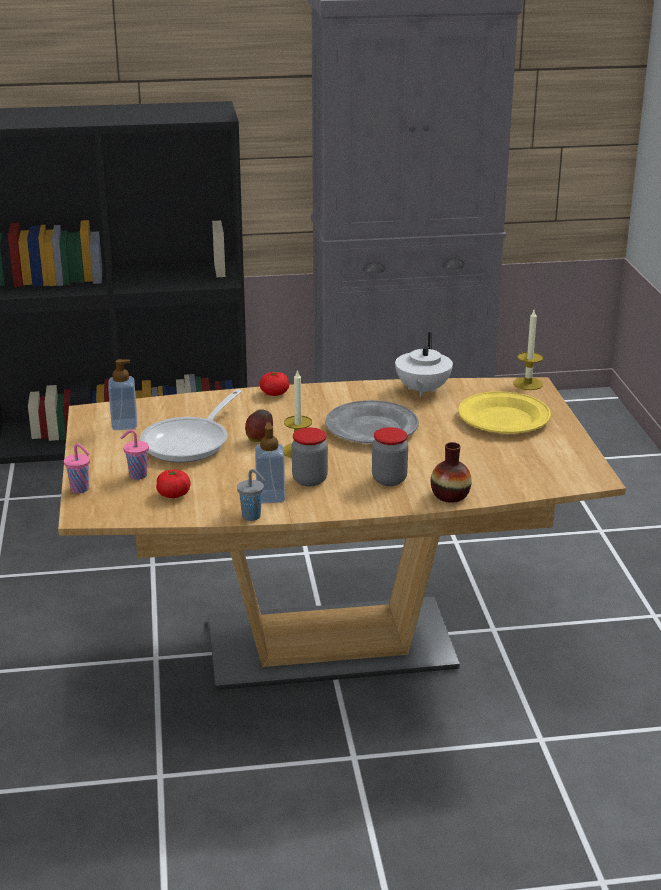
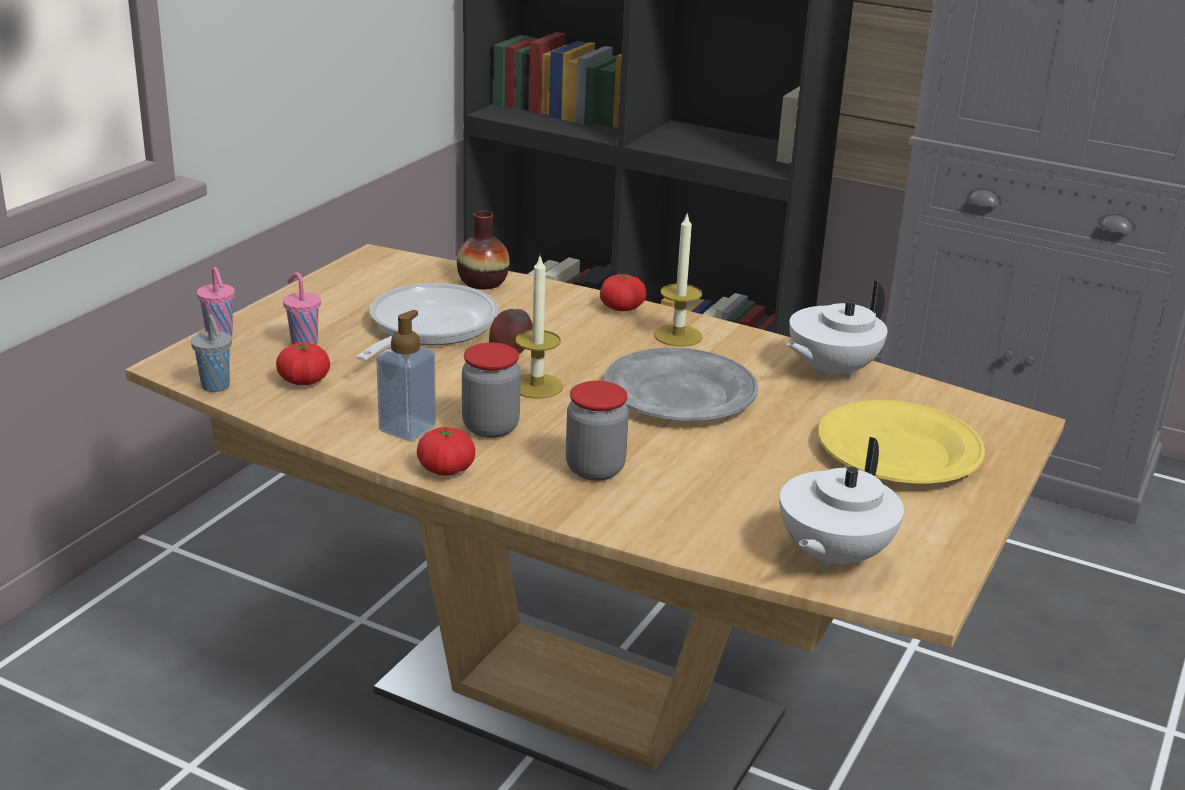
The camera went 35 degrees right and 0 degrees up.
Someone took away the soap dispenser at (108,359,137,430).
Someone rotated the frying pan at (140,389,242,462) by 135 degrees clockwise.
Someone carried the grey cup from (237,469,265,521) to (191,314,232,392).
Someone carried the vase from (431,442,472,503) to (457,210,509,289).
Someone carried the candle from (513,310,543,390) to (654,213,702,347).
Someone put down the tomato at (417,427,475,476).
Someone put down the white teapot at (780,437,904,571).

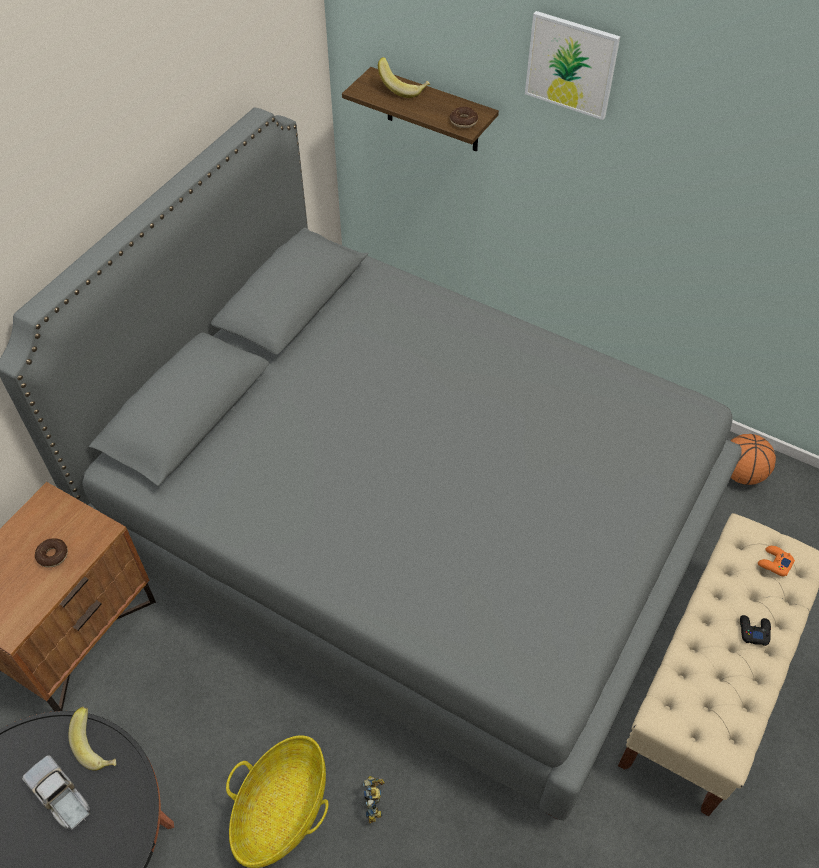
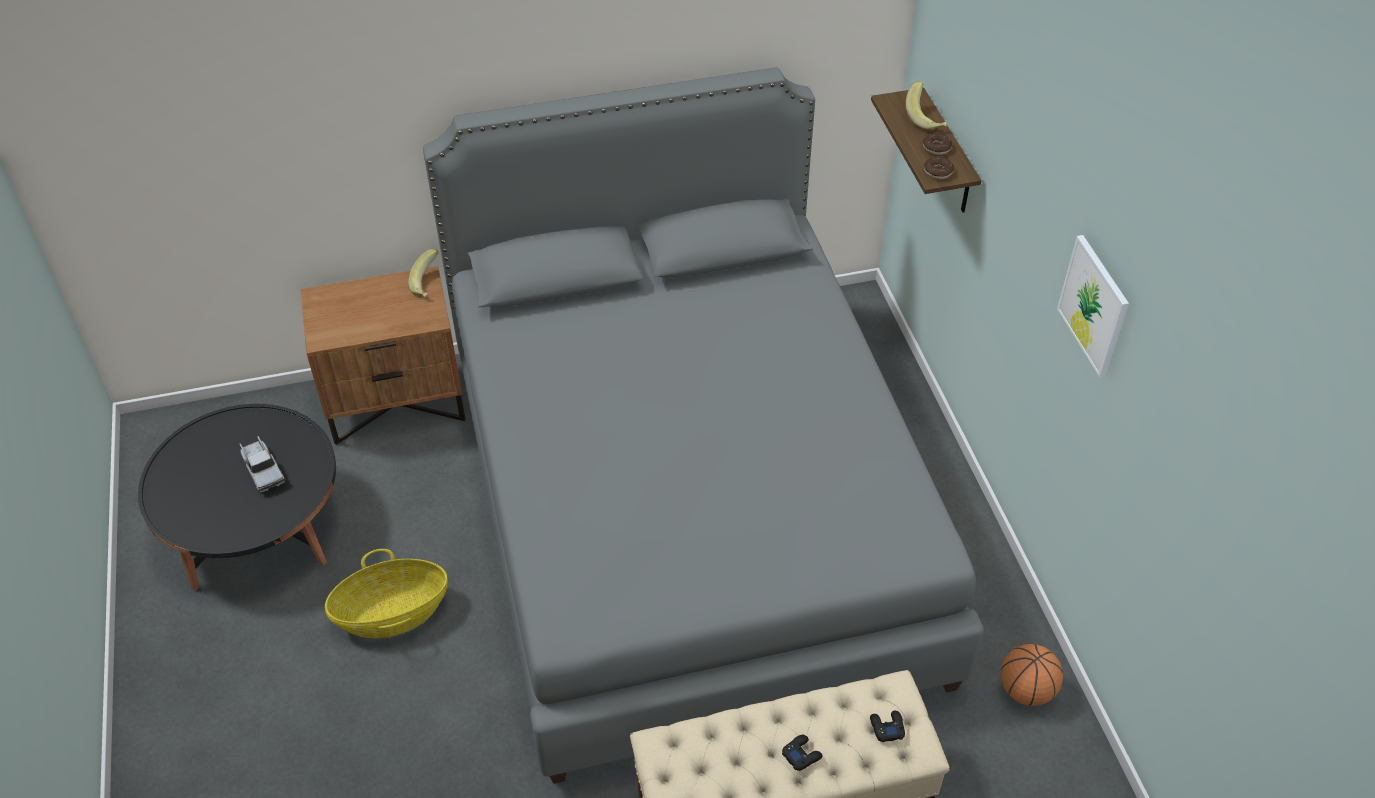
The camera went 45 degrees right and 5 degrees down.
Someone rotated the toy truck at (22,755,91,831) by 150 degrees clockwise.
Someone carried the donut from (35,538,68,568) to (923,133,952,155).
Someone carried the banana from (68,707,116,771) to (408,249,439,297).
Someone took away the toy robot at (363,776,385,823).
Someone carried the picture from (525,11,620,120) to (1057,235,1129,377).
Someone repainted the orange game controller at (758,546,795,576), which became the black game controller at (870,711,905,742).

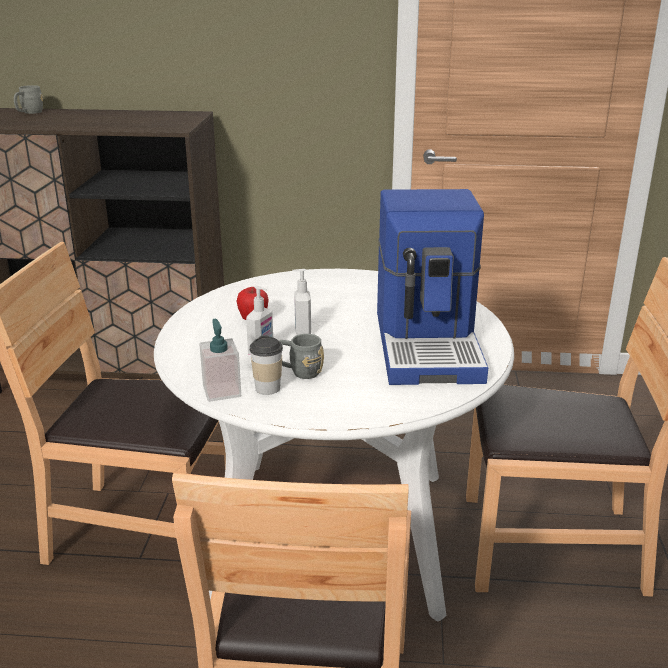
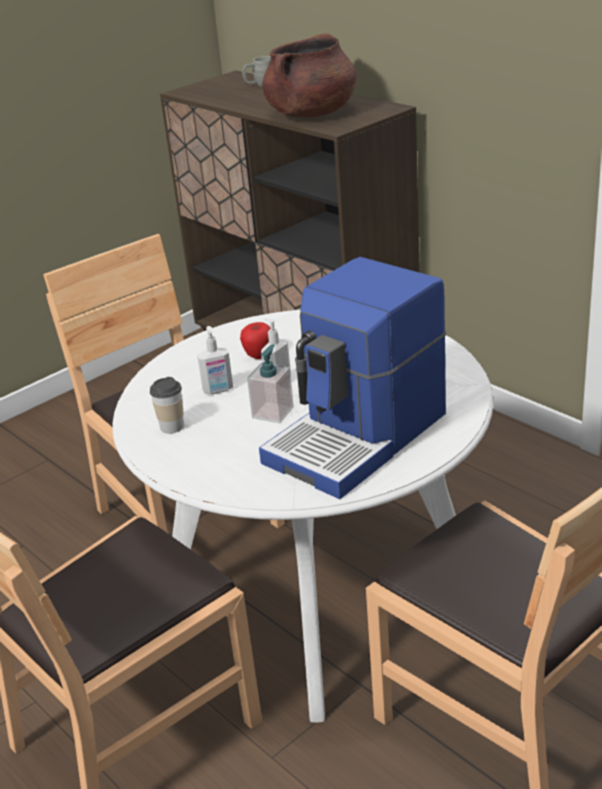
The camera went 45 degrees right and 5 degrees up.
Someone carried the soap dispenser from (199,319,241,402) to (247,344,294,423).
Someone took away the grey mug at (279,334,324,379).
Someone put down the brown cooking pot at (262,33,356,118).

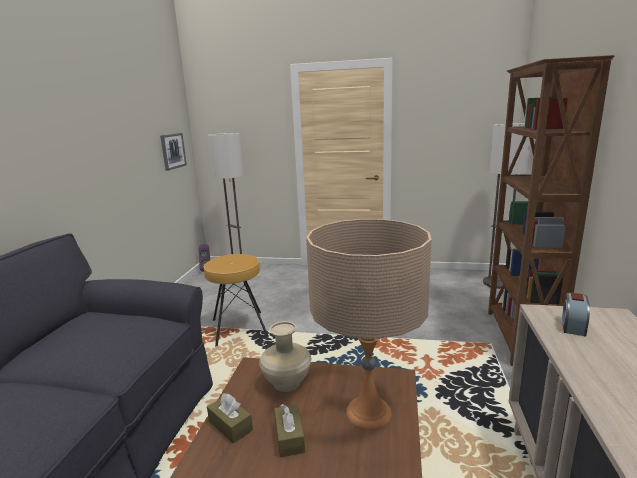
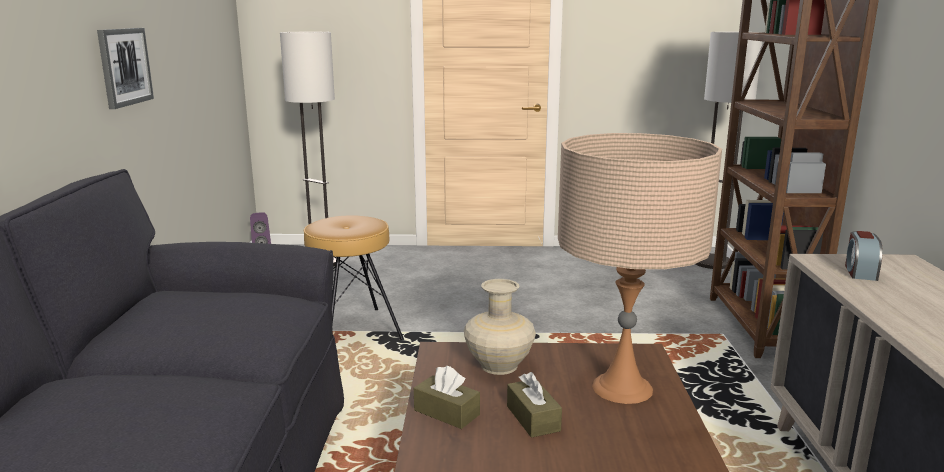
The camera went 10 degrees left and 0 degrees up.
Someone carried the picture from (160,133,187,171) to (97,28,154,109).

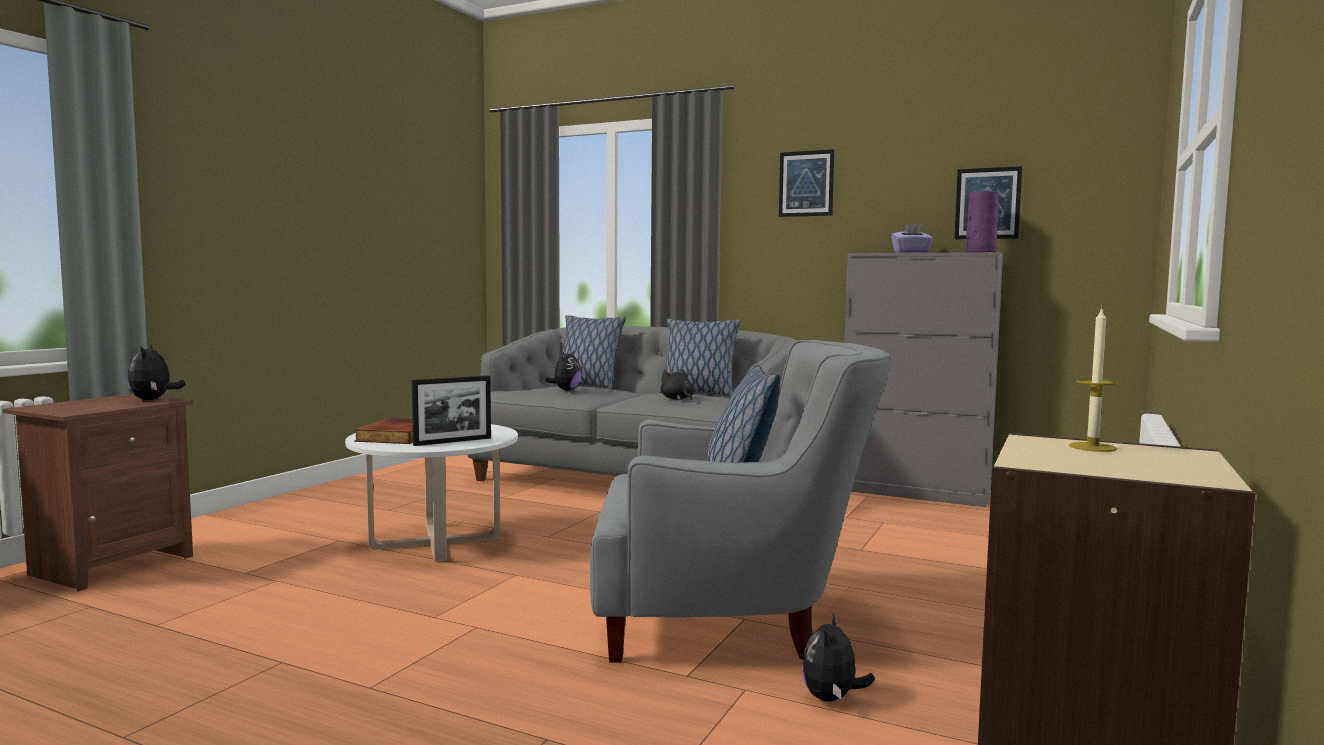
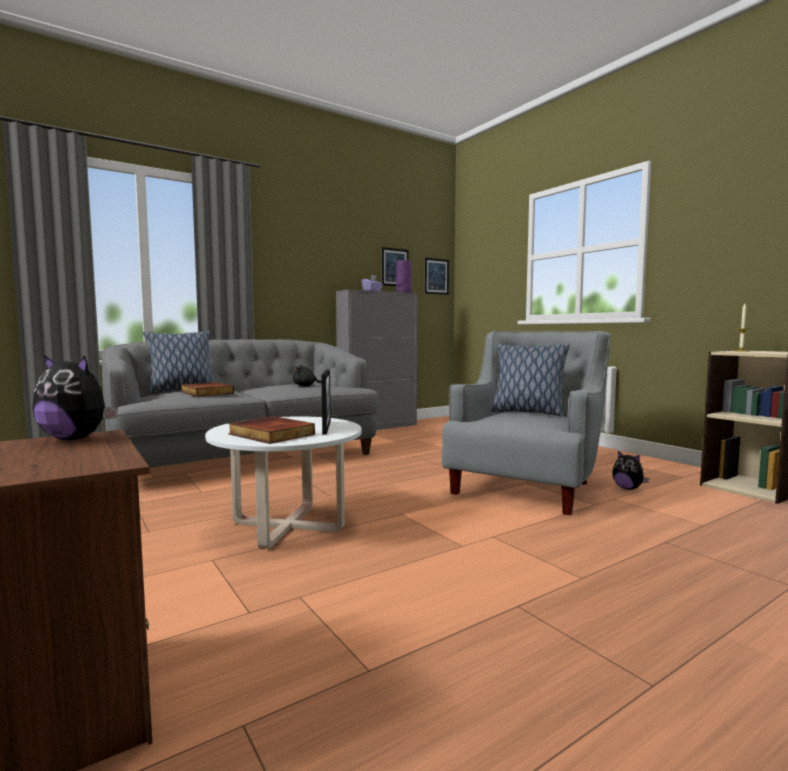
The camera went 60 degrees left and 0 degrees up.
Someone swapped the plush toy at (545,351,582,391) for the book at (181,382,234,397).
Someone took away the pillow at (659,319,740,396).
Someone carried the picture from (779,149,834,217) to (425,258,449,295).

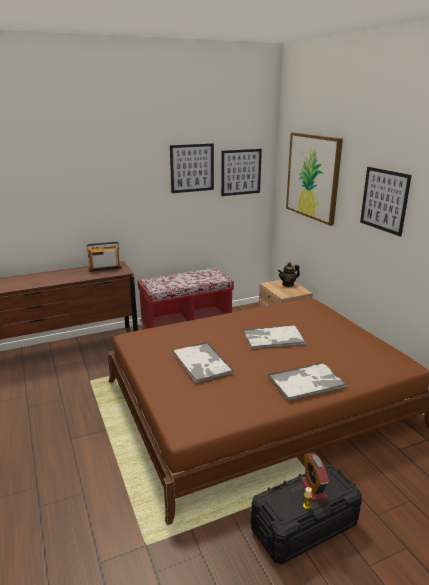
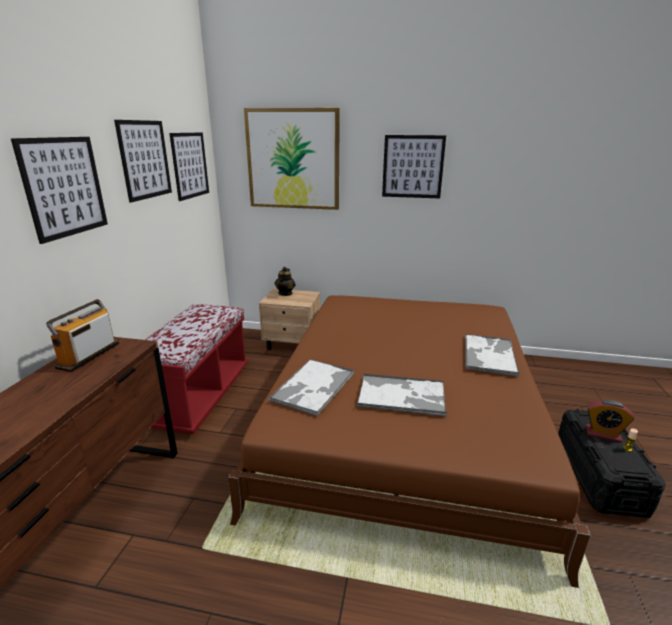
The camera went 55 degrees left and 0 degrees up.
Someone carried the tray from (243,325,307,349) to (269,359,354,416).
Someone put up the picture at (11,137,108,244).

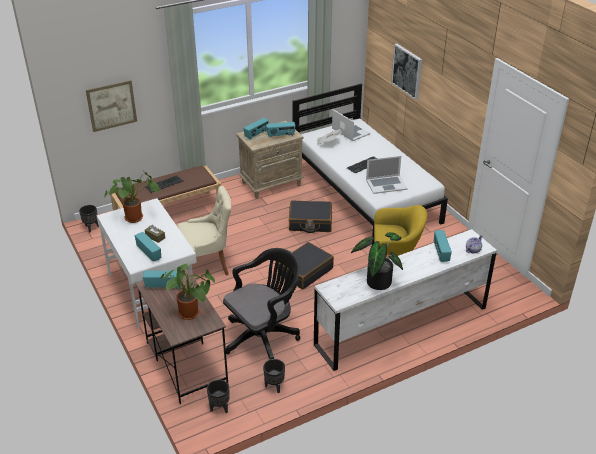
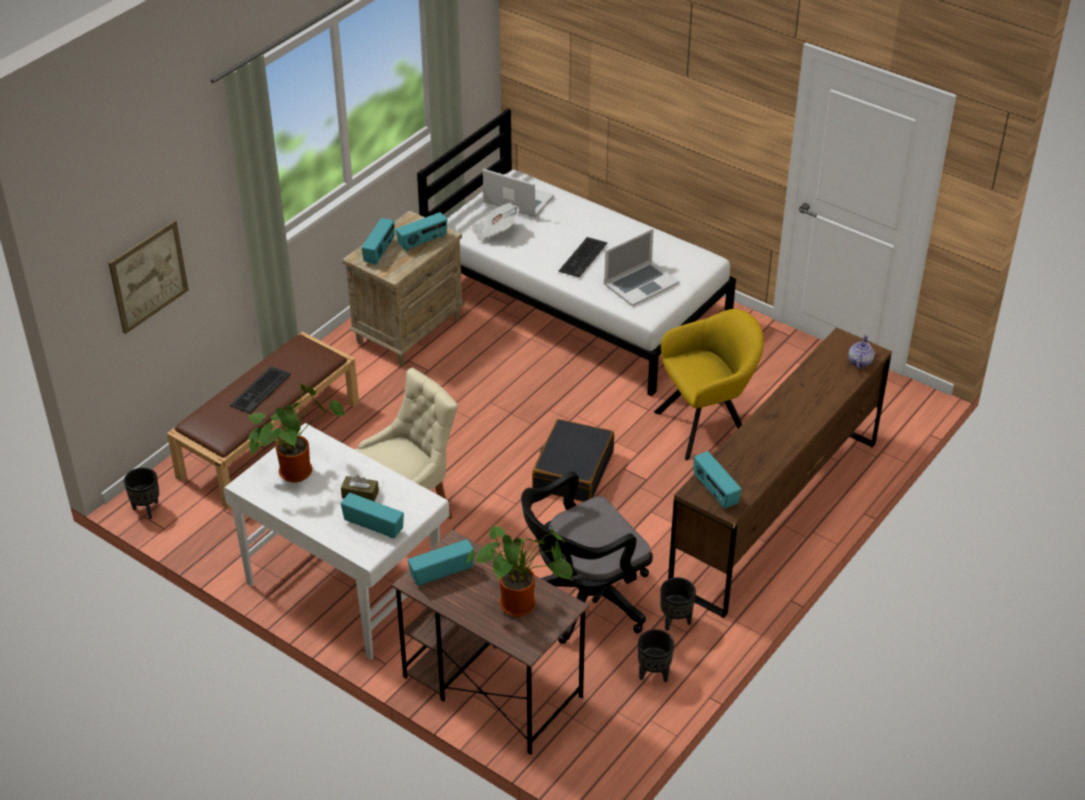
The camera went 25 degrees left and 5 degrees up.
Someone carried the black planter from (207,380,229,413) to (661,577,696,631).
Someone rotated the black office chair at (223,248,300,359) by 150 degrees counterclockwise.
Someone took away the black suitcase at (289,200,332,233).
Someone repainted the white dresser at (314,229,497,371), which became the brown dresser at (668,328,892,618).
Someone took away the potted plant at (351,232,403,290).
Someone took away the picture at (391,44,422,100).
Someone carried the radio from (434,230,452,262) to (694,451,742,509).

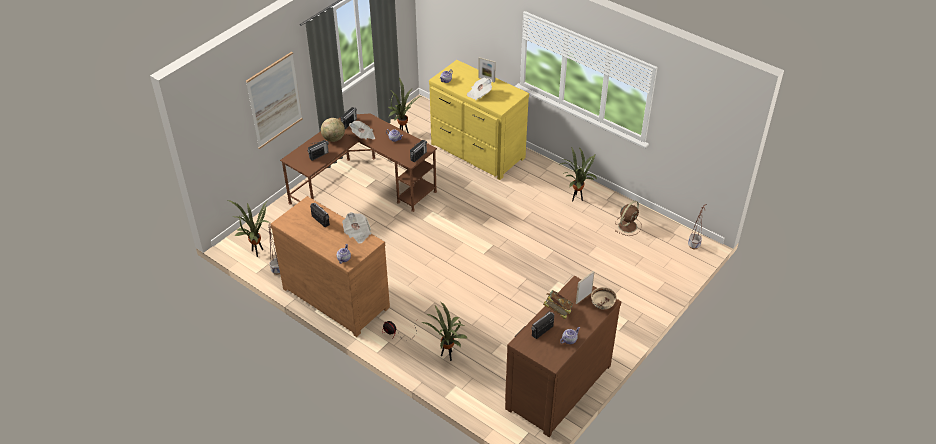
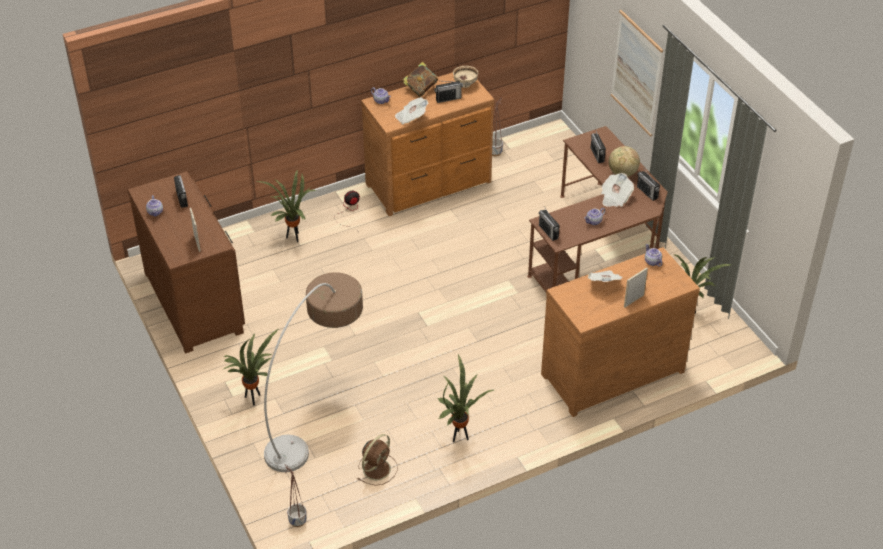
The camera went 115 degrees right and 0 degrees up.
Someone carried the potted plant from (228,200,270,257) to (224,329,278,406).
Someone repainted the yellow dresser at (429,60,529,180), which became the brown dresser at (541,247,700,417).
Someone carried the book from (543,290,573,319) to (403,62,438,97).
Someone carried the beige bowl from (591,287,617,310) to (453,66,478,88).
Someone rotated the brown fan at (615,201,642,236) by 120 degrees counterclockwise.
Someone put down the floor lamp at (264,272,363,472).

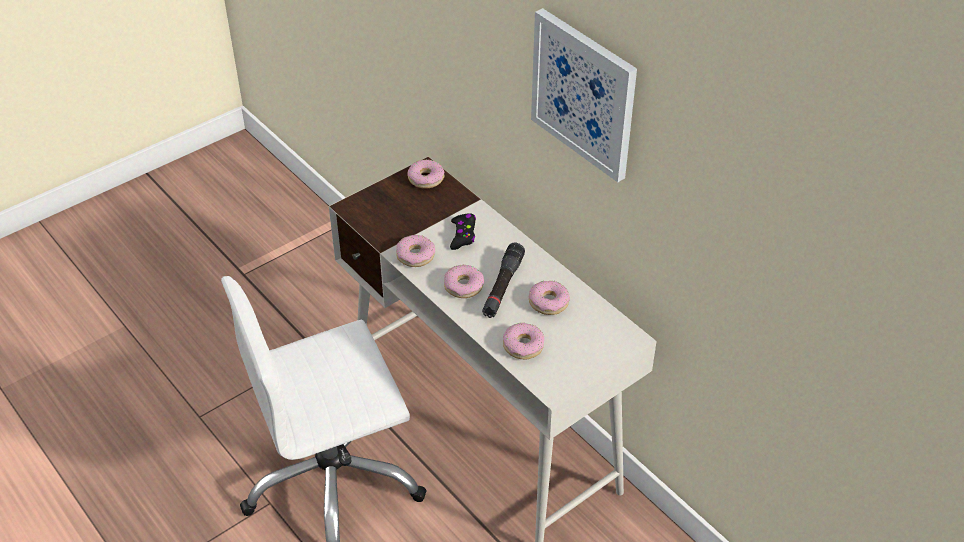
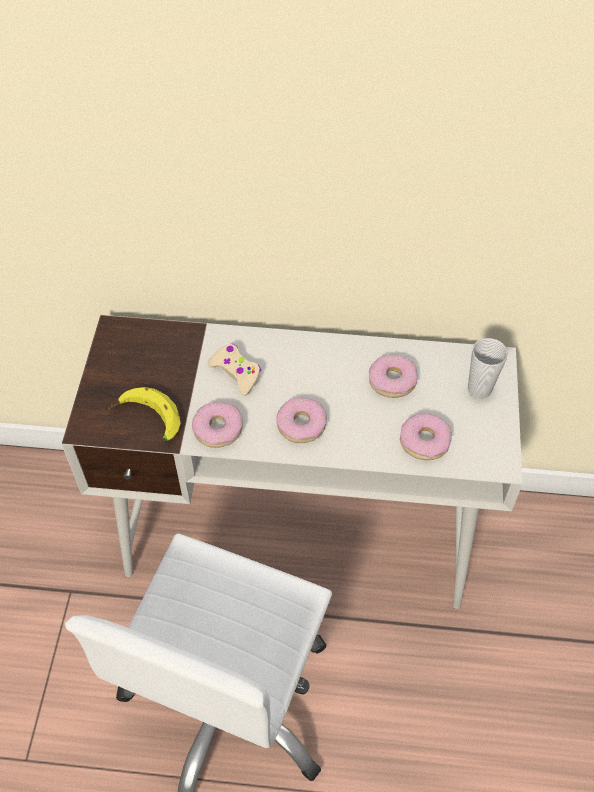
The camera went 45 degrees left and 10 degrees up.
Someone took away the donut at (407,160,445,189).
Someone repainted the black game controller at (450,213,476,250), which became the beige game controller at (208,344,261,396).
Someone took away the black flashlight at (482,243,525,318).
Someone took away the picture at (531,8,637,182).
Someone put down the banana at (108,387,181,442).
Someone put down the cup at (468,338,508,399).

